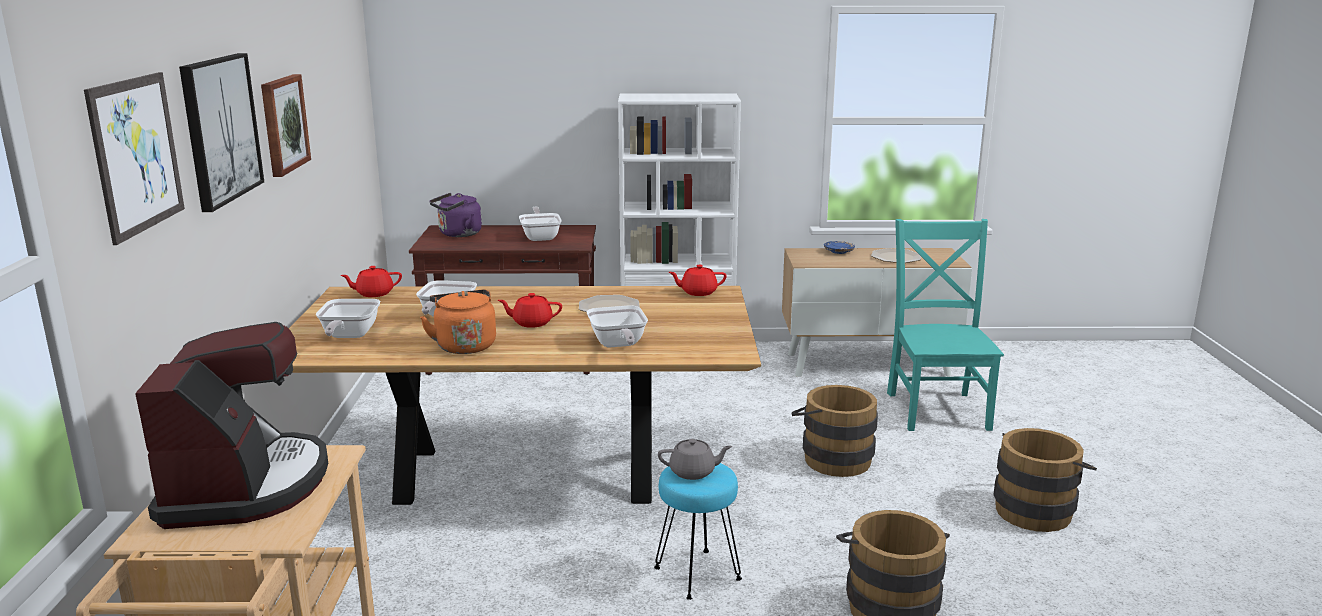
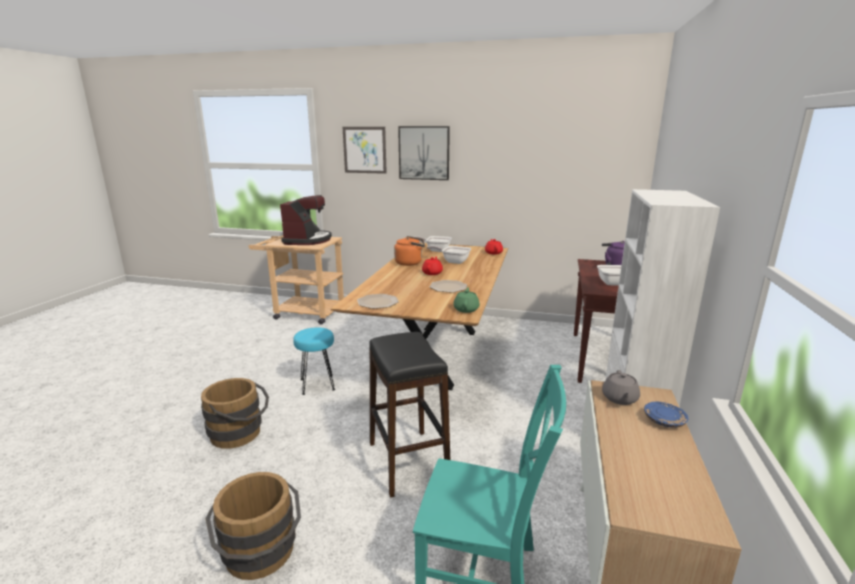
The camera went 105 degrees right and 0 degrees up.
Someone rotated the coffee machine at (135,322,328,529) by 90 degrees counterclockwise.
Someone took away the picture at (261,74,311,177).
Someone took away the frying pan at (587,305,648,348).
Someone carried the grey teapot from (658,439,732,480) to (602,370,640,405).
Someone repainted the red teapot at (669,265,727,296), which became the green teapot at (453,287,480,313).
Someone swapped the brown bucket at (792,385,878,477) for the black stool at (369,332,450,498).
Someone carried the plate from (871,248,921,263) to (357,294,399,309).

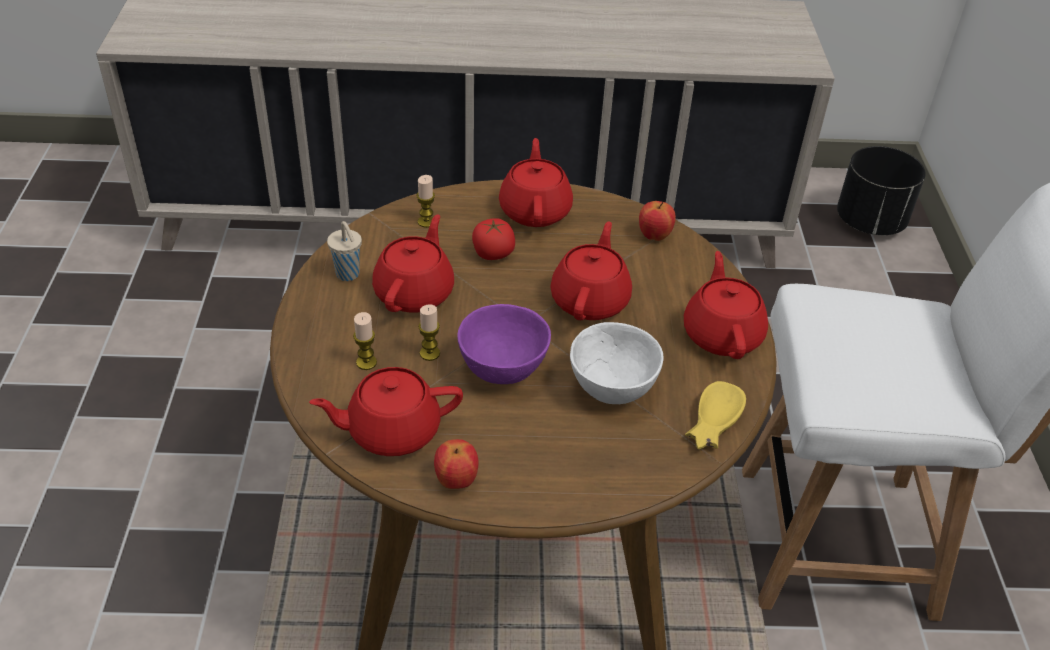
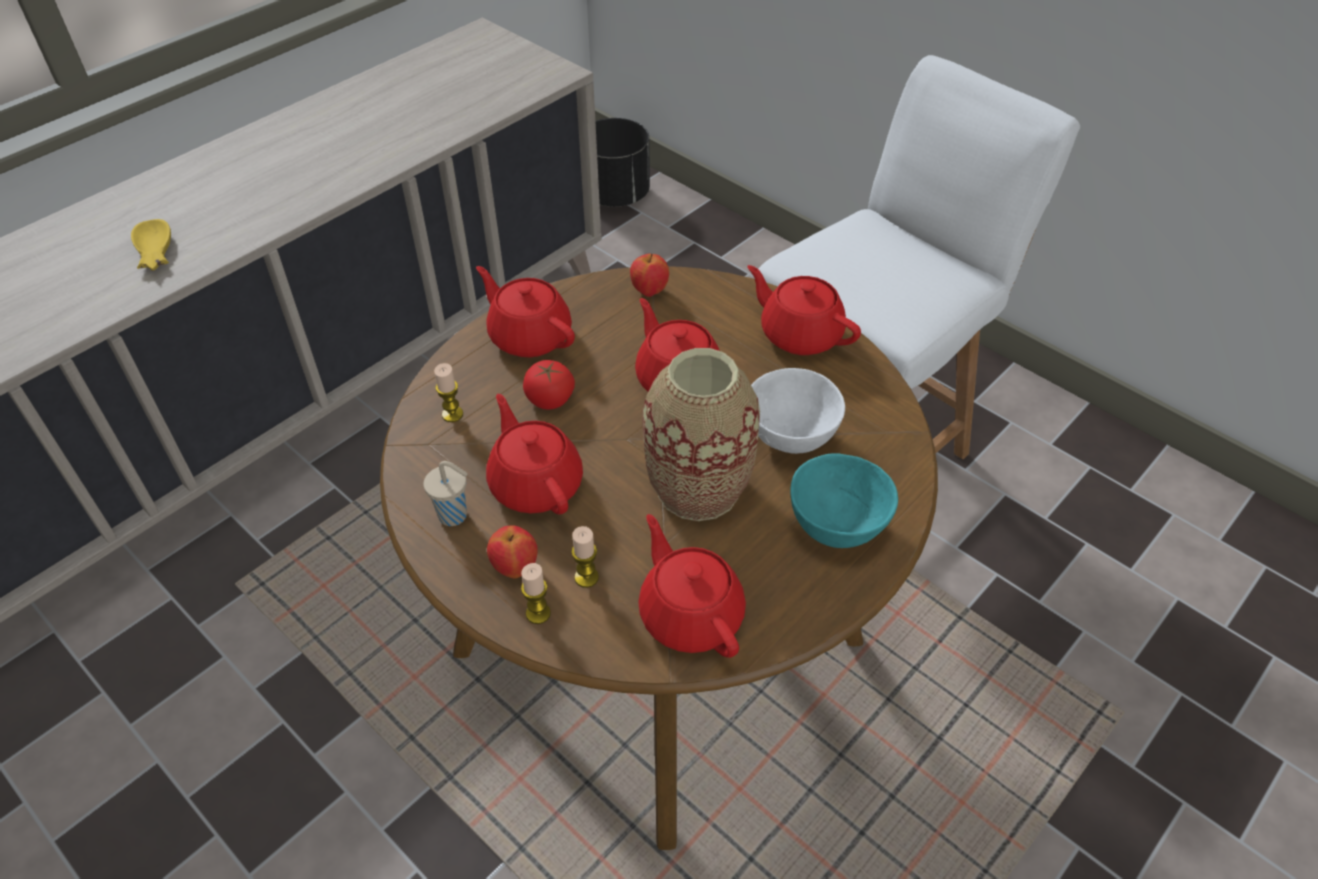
The camera went 45 degrees left and 5 degrees up.
Someone rotated the red teapot at (309,367,463,456) by 120 degrees clockwise.
Someone carried the candle from (418,304,440,361) to (521,563,551,624).
Someone carried the apple from (434,439,479,489) to (487,525,538,579).
Someone swapped the purple bowl at (458,304,551,384) for the vase at (642,348,760,521).
Someone carried the yellow bowl from (685,381,746,449) to (131,219,171,271).
Someone put down the turquoise bowl at (790,453,898,548).

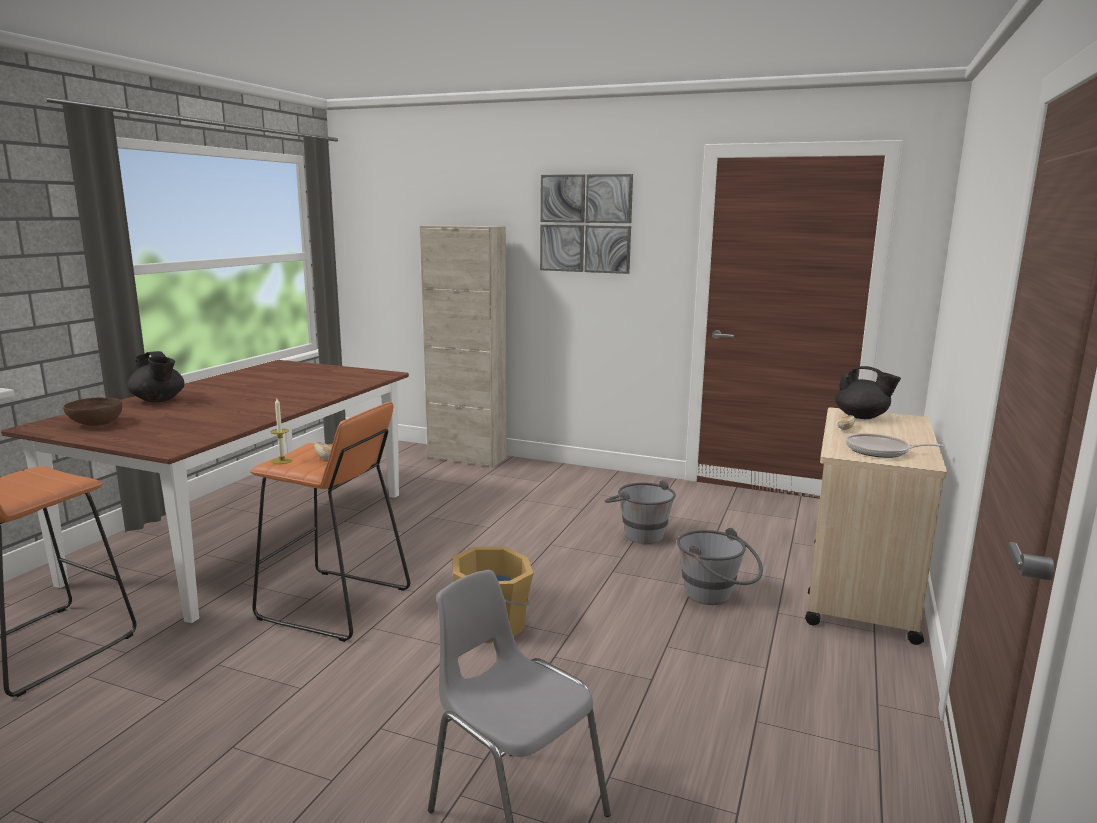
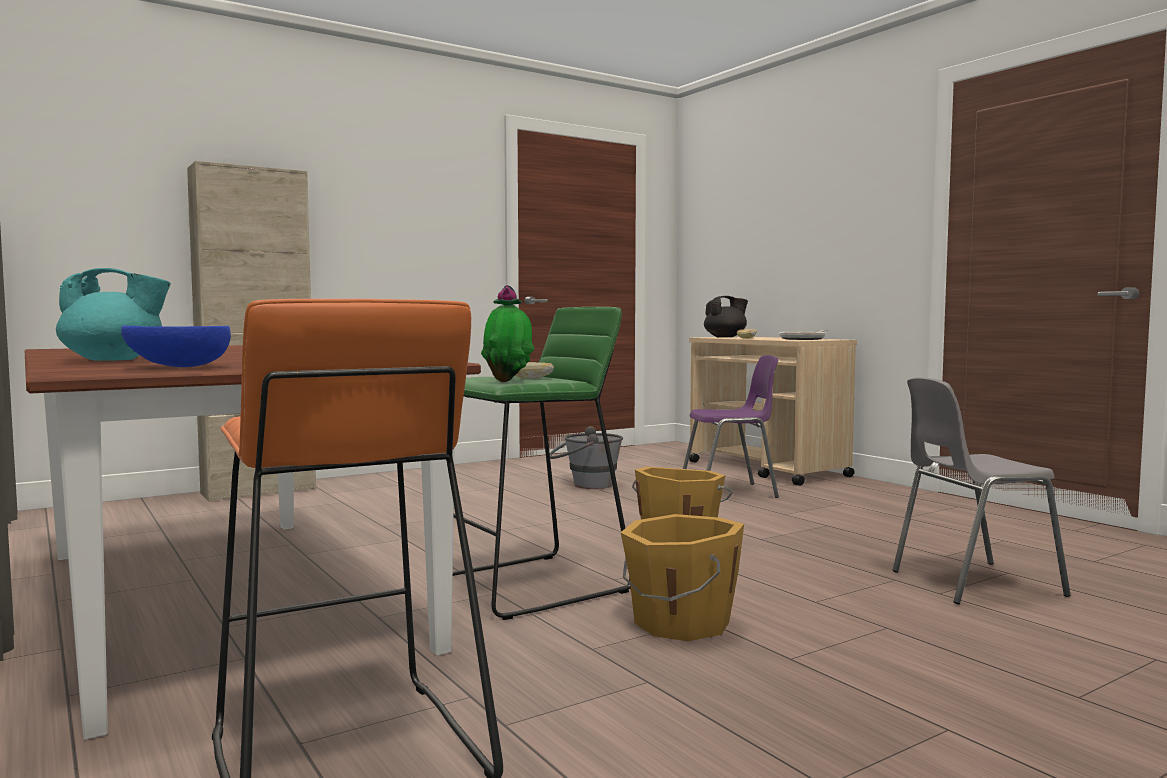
The camera went 55 degrees left and 10 degrees down.
Someone repainted the brown bowl at (63,397,123,426), which became the blue bowl at (121,326,231,367).
Someone repainted the black teapot at (127,351,185,402), which became the turquoise teapot at (56,268,171,361).
Someone repainted the orange stool at (250,402,410,642), which became the green stool at (453,307,631,620).
Someone swapped the candle at (271,398,293,464) for the potted plant at (481,285,534,382).
Someone took away the picture at (540,174,633,274).
Someone swapped the grey bucket at (677,528,763,605) for the purple chair at (683,355,779,498).
Someone put down the orange bucket at (621,514,744,641).

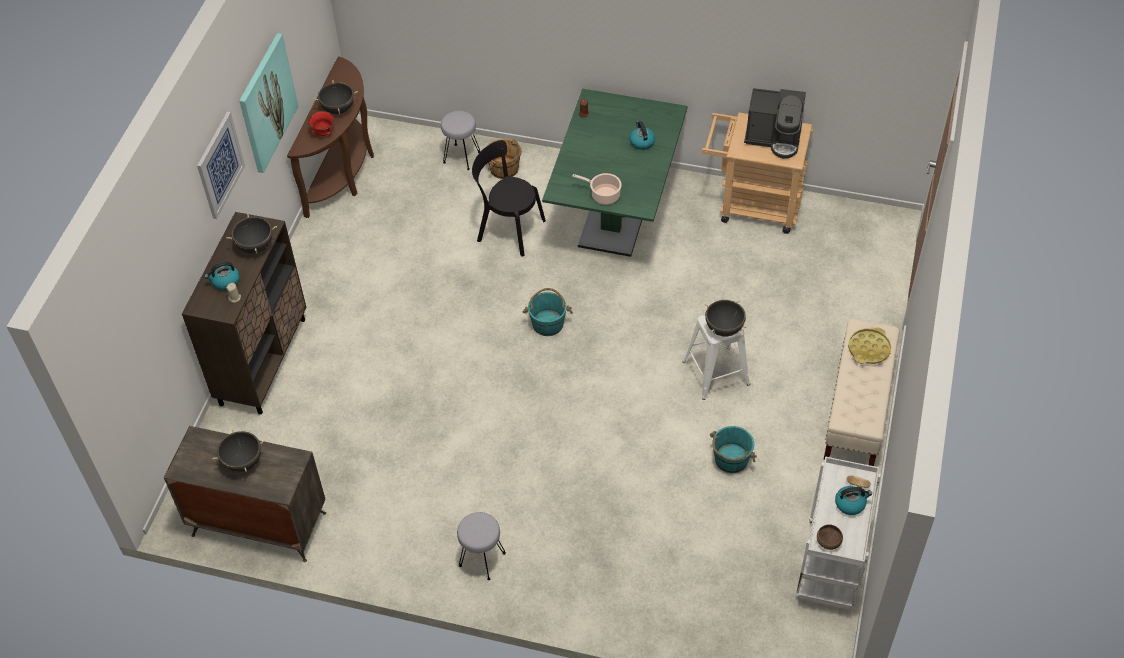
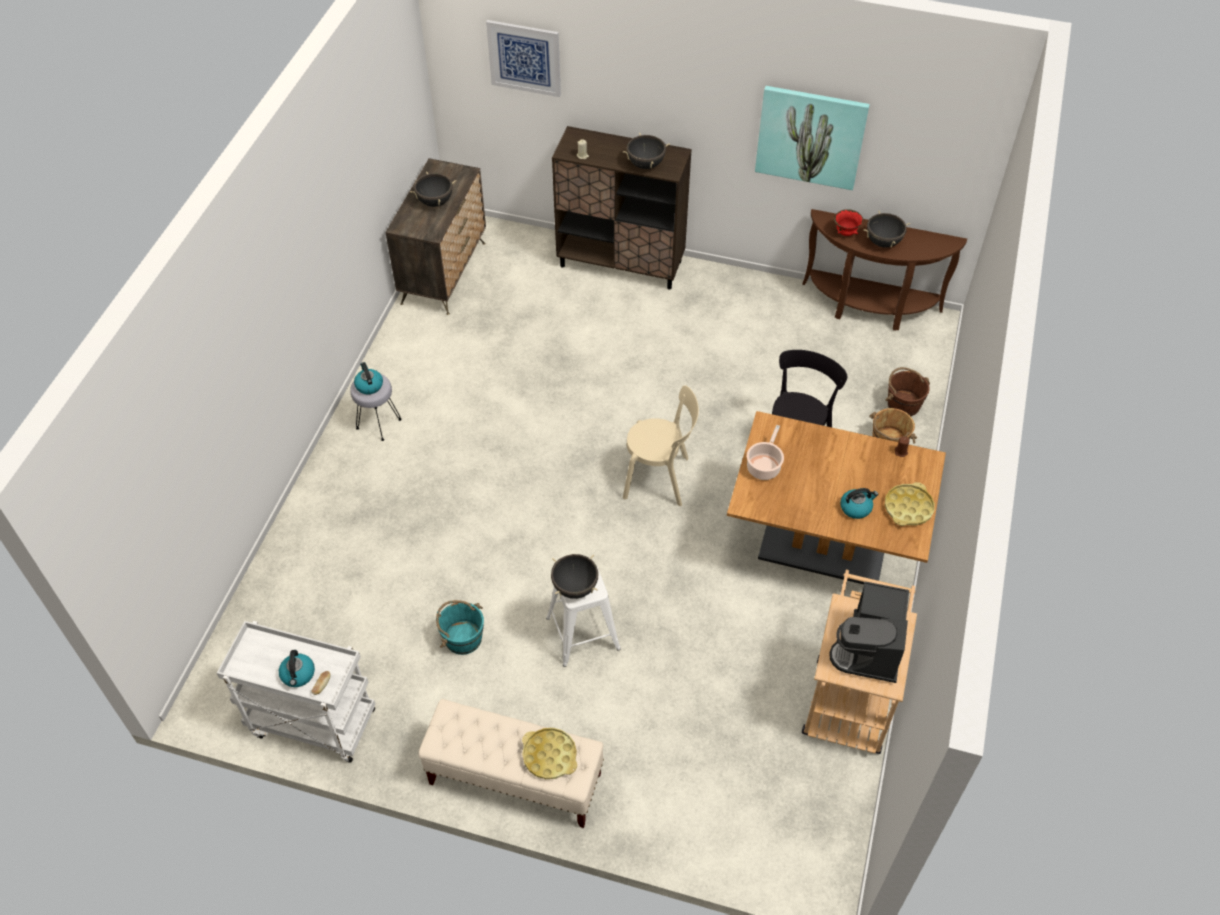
The camera went 90 degrees right and 0 degrees up.
Someone carried the picture from (197,112,245,219) to (486,20,561,97).
Someone carried the kettle from (204,262,239,290) to (354,362,383,394).
Someone swapped the grey stool at (441,111,481,170) for the brown bucket at (885,367,930,416).
Someone swapped the turquoise bucket at (523,288,573,336) for the beige chair at (623,385,699,506).
Someone repainted the green dining table at (542,89,687,257), which became the brown dining table at (727,411,946,584).
Someone took away the brown bowl at (817,524,843,550).
Someone put down the yellow tray at (885,482,935,526).

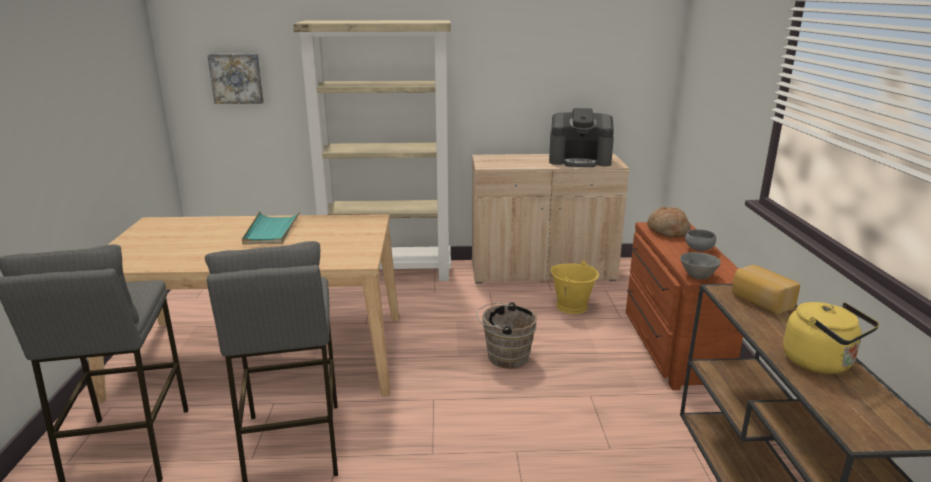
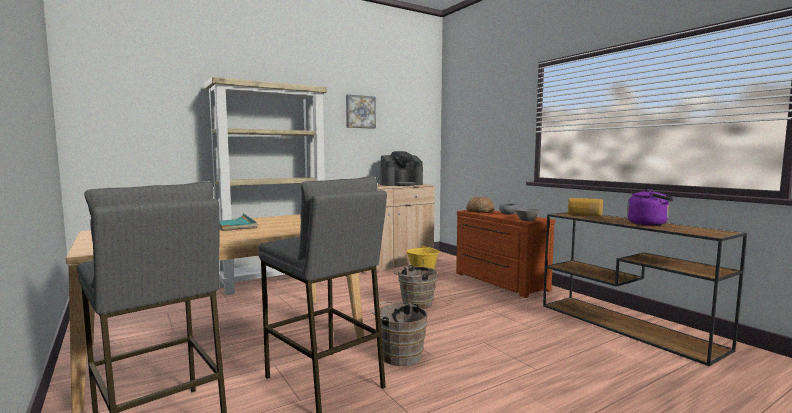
The camera went 30 degrees left and 15 degrees down.
Someone carried the picture from (207,54,264,104) to (346,94,376,129).
Someone repainted the yellow kettle at (783,302,879,374), which became the purple kettle at (627,189,674,225).
Someone put down the brown bucket at (372,302,428,366).

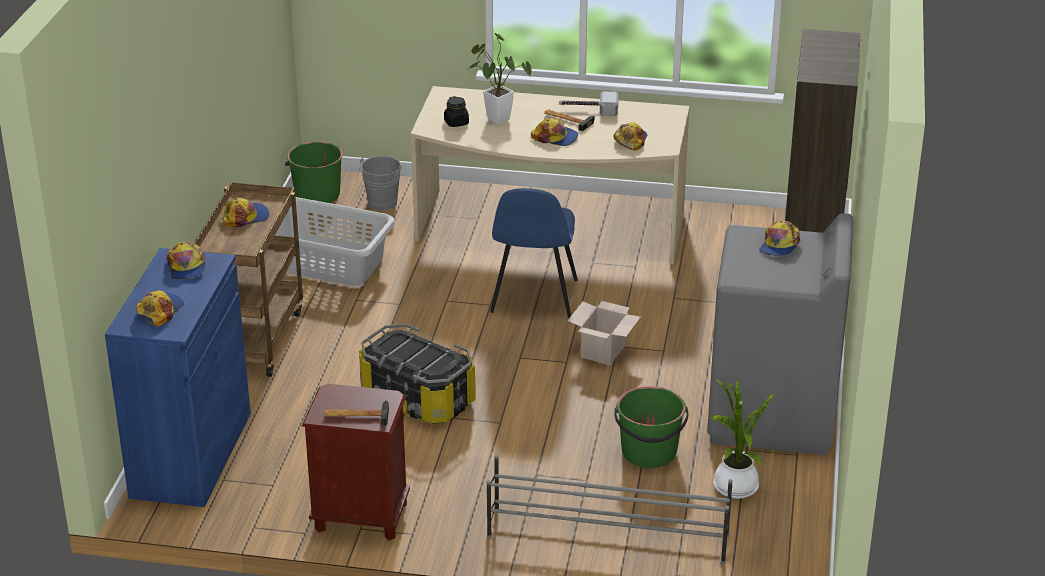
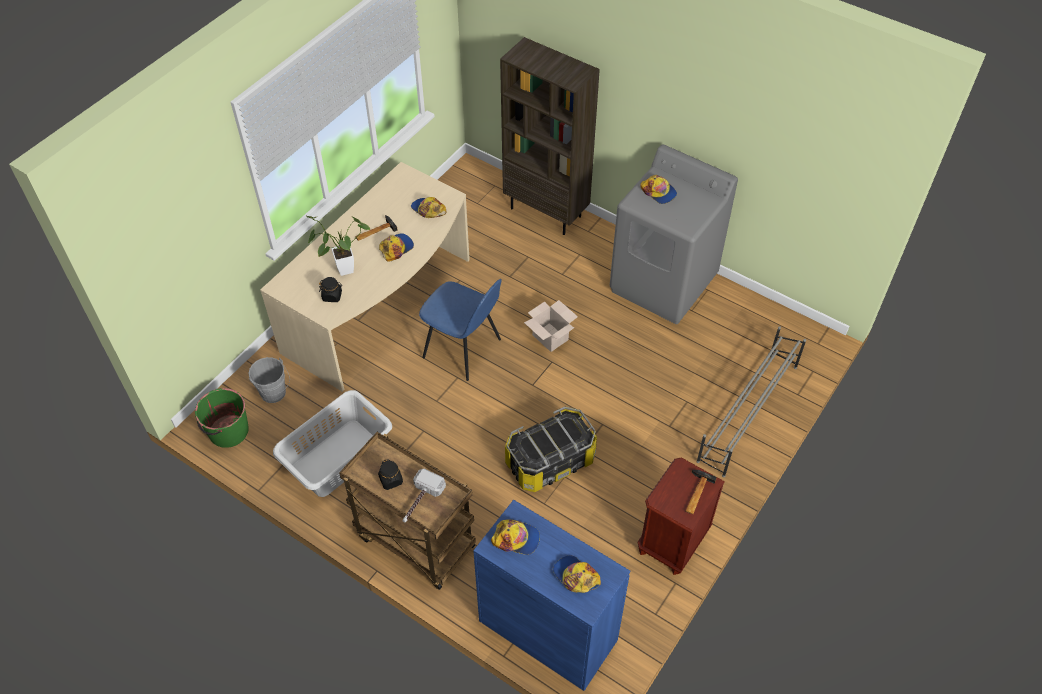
The camera went 65 degrees left and 20 degrees up.
Someone swapped the cap at (221,197,269,227) for the black jar at (378,459,403,490).
Someone carried the hammer from (559,92,619,116) to (403,469,446,523).
Someone took away the green bucket at (615,386,689,468).
Someone took away the potted plant at (710,378,777,499).

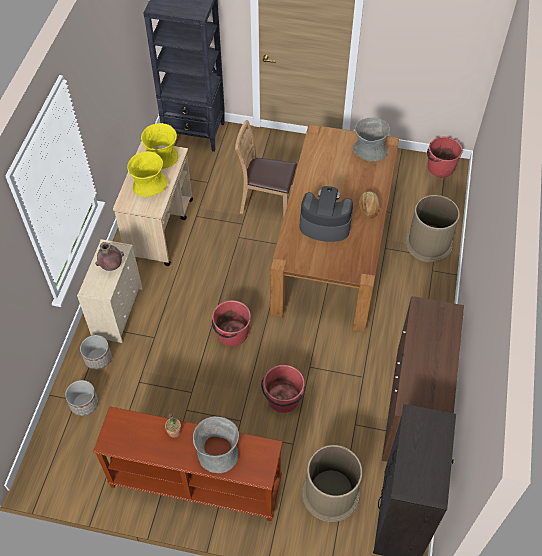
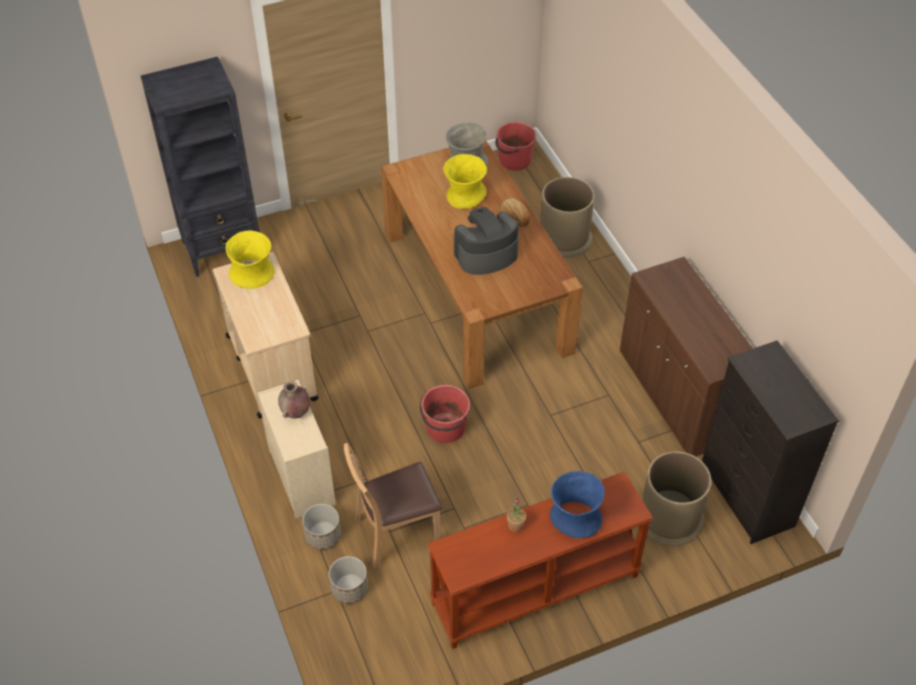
The camera went 35 degrees left and 5 degrees down.
Someone carried the yellow vase from (127,151,168,197) to (444,154,487,209).
Someone repainted the grey vase at (193,416,239,473), which became the blue vase at (550,471,605,538).
Someone carried the brown chair from (235,120,297,219) to (343,443,442,568).
Someone took away the red bucket at (261,365,305,413).

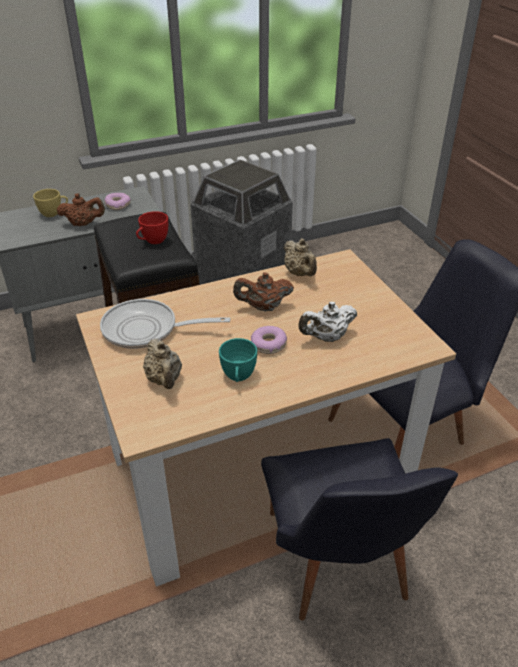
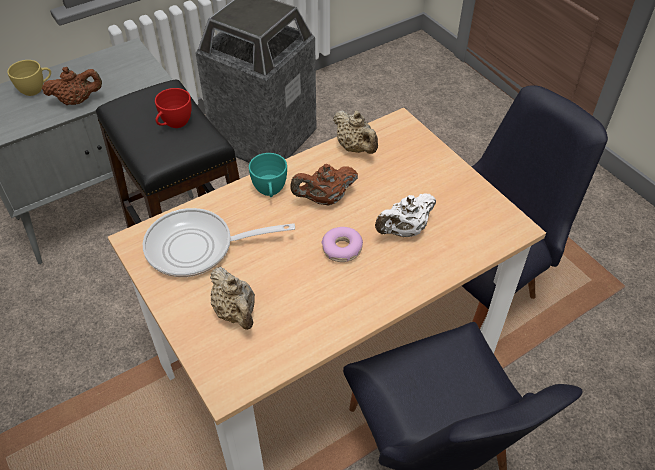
The camera went 10 degrees left and 10 degrees up.
Someone took away the donut at (104,193,131,210).
Someone carried the turquoise cup from (219,338,257,382) to (249,153,287,197).

